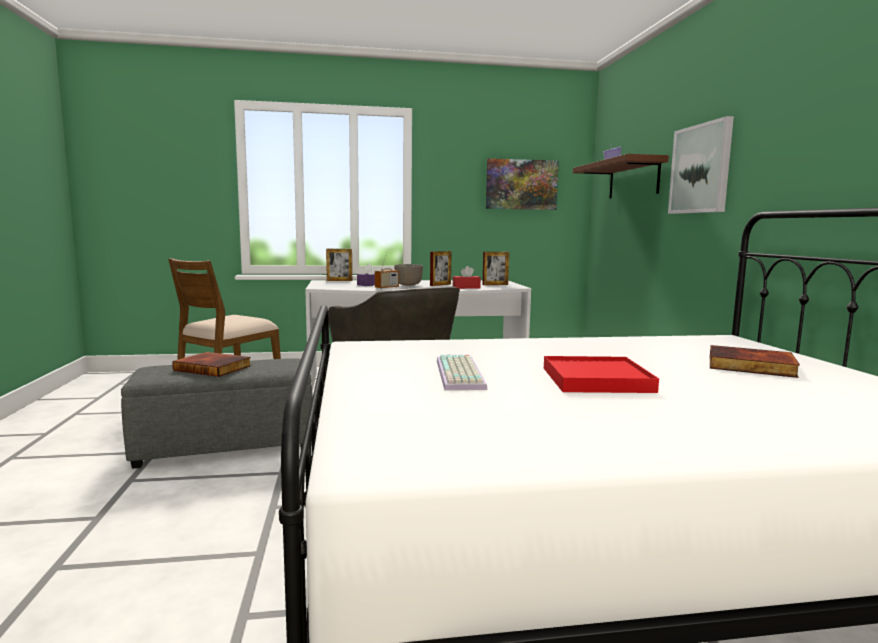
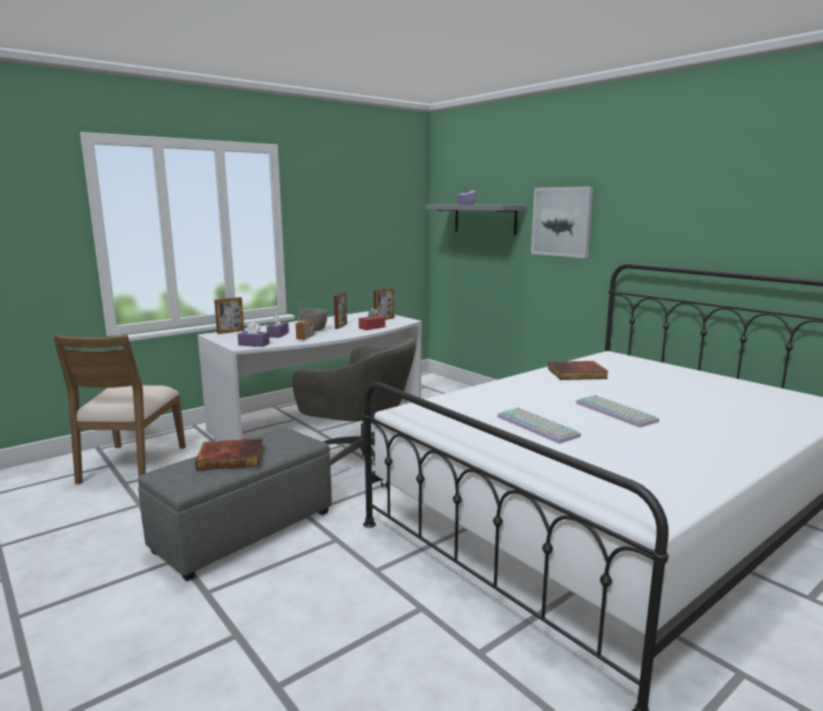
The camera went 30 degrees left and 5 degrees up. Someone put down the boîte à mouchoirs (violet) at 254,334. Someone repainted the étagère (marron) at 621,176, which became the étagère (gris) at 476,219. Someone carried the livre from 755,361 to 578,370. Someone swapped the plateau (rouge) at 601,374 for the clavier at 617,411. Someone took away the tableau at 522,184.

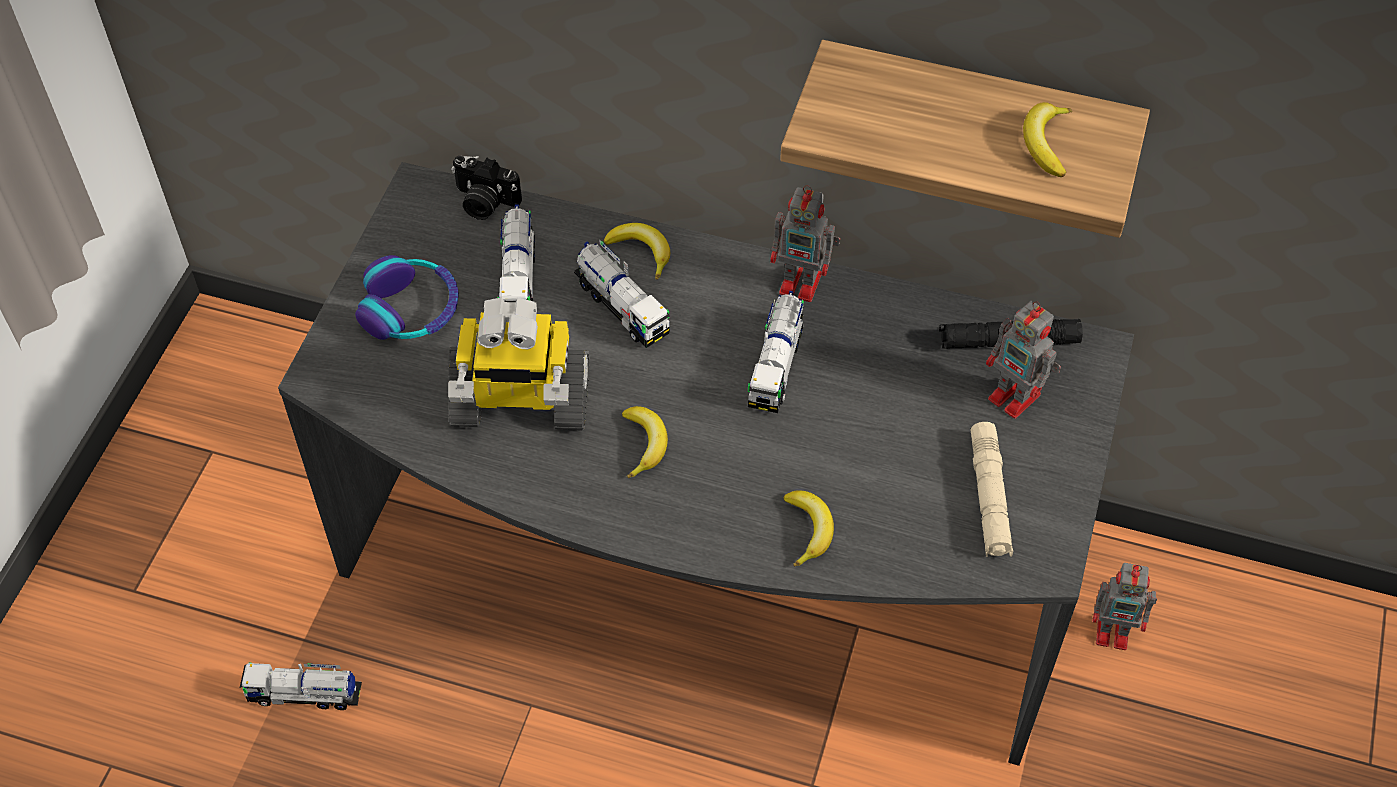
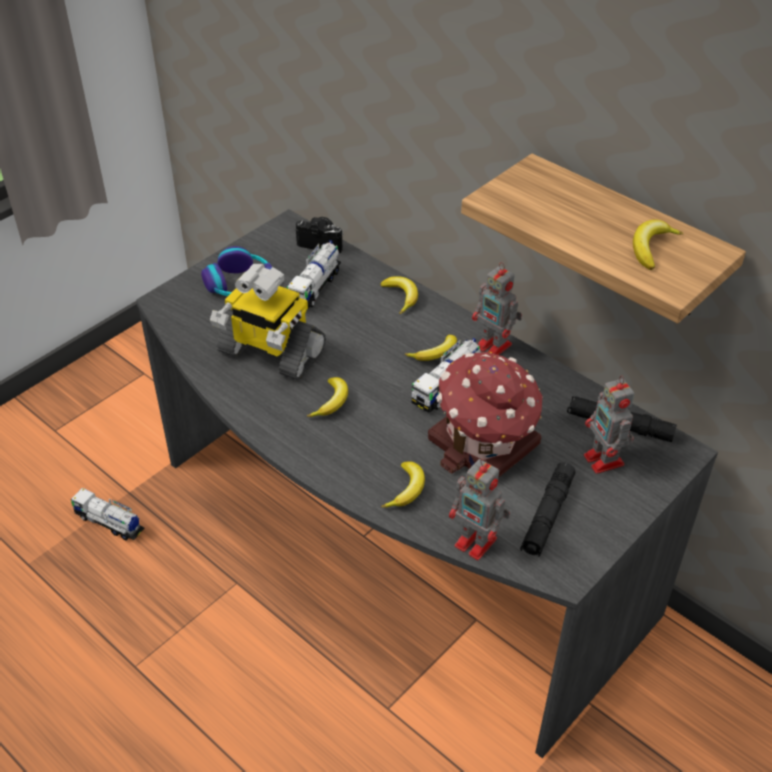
The camera went 25 degrees right and 10 degrees down. Someone rotated the appareil photo at 486,188 by 150 degrees clockwise. Someone put down the banane at 431,348. Someone put down the maison miniature at 485,414. Someone carried the robot jouet from 1124,606 to 479,509. Someone repainted the lampe de poche (beige) at 991,489, which became the lampe de poche (noir) at 548,509. Someone took away the camion jouet at 622,294.

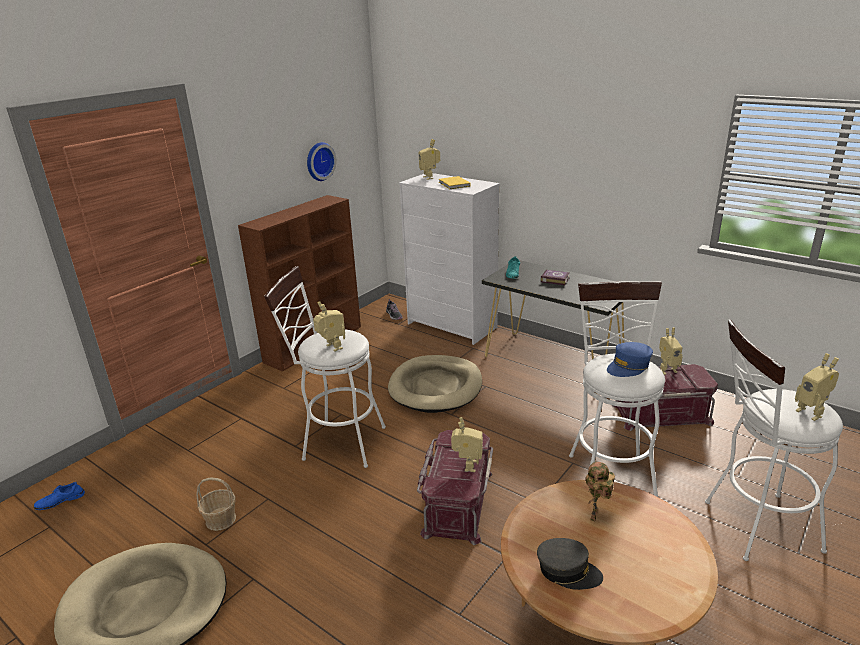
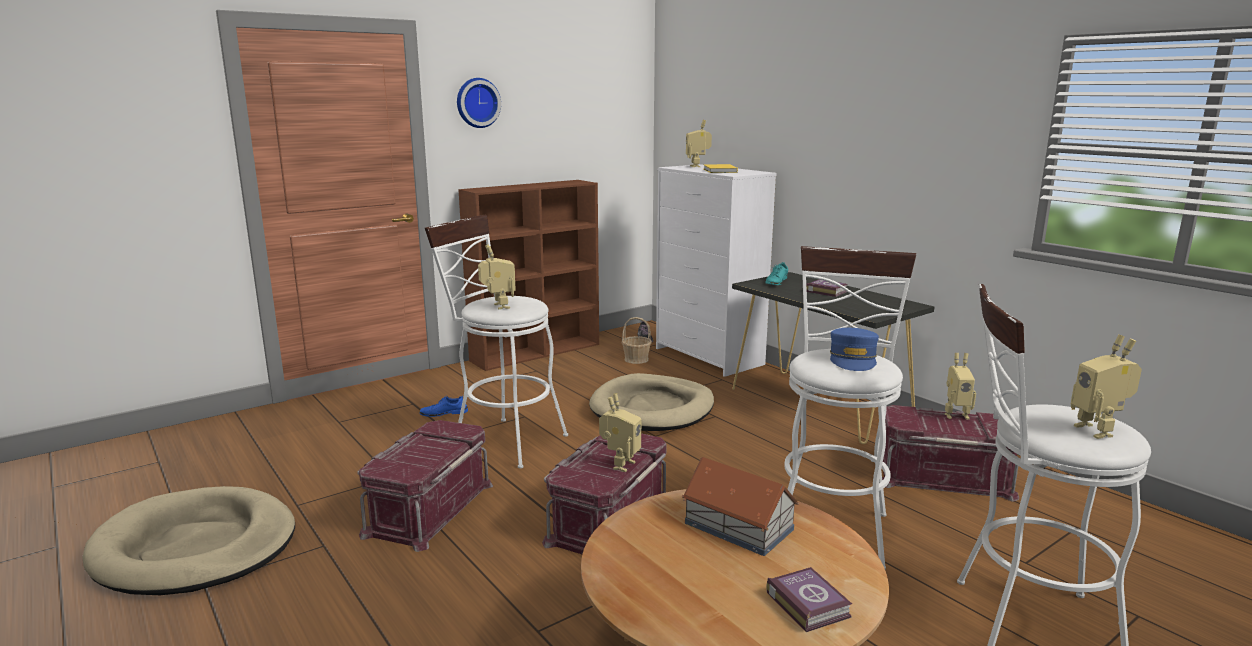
The camera went 15 degrees right and 10 degrees down. Someone put down the boîte de rangement (rouge) at 425,486. Someone carried the chaussure (bleu) from 59,496 to 444,406. Someone carried the horloge murale from 321,161 to 479,103. Someone carried the panier from 216,504 to 636,340. Someone swapped the robot jouet at 600,491 for the maison miniature at 740,506. Someone put down the livre at 809,599. Someone rotated the casquette (bleu) at 630,359 by 60 degrees counterclockwise. Someone took away the casquette (gris) at 570,564.

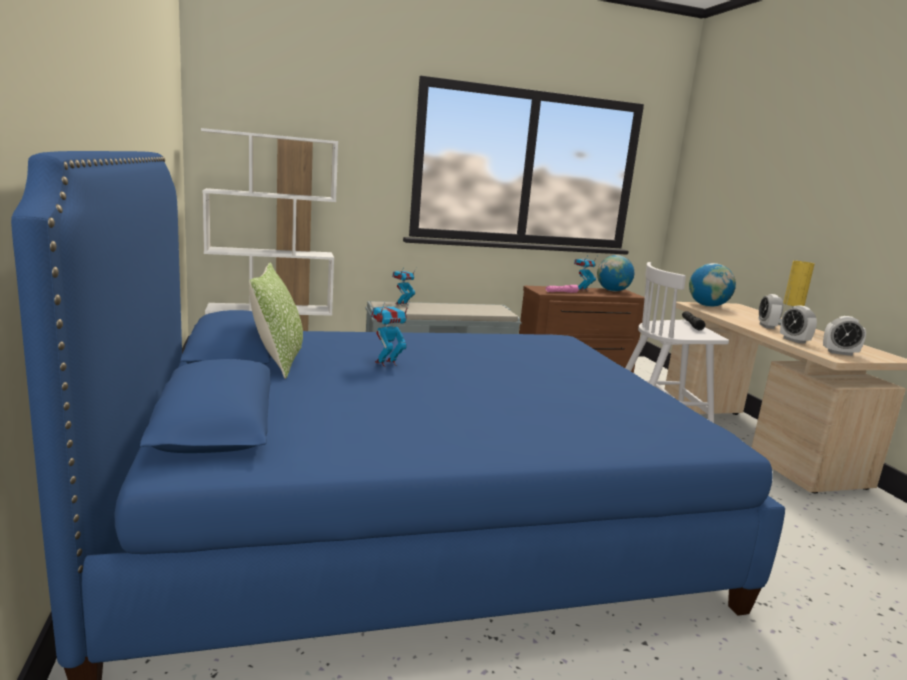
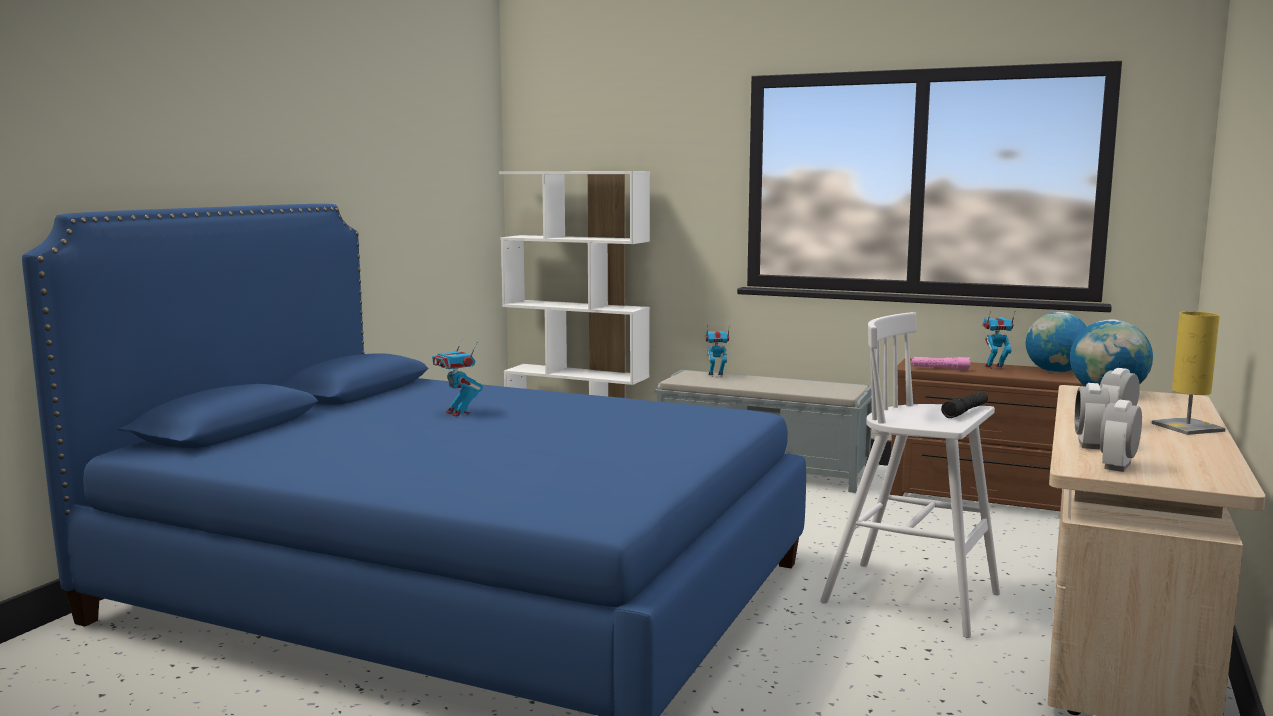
The camera went 40 degrees right and 5 degrees down. Someone rotated the robot jouet at 390,334 by 135 degrees counterclockwise. Someone rotated the réveil at 844,336 by 75 degrees clockwise. Someone took away the coussin at 276,320.

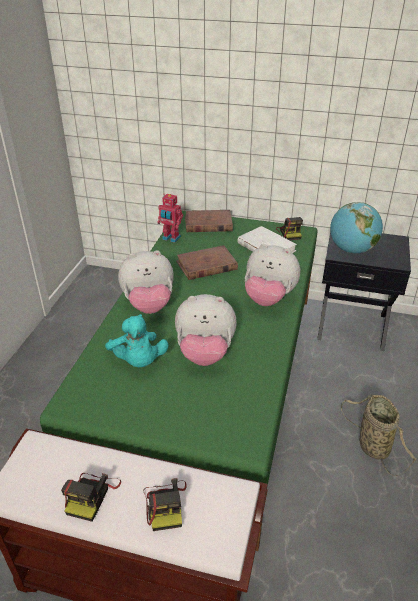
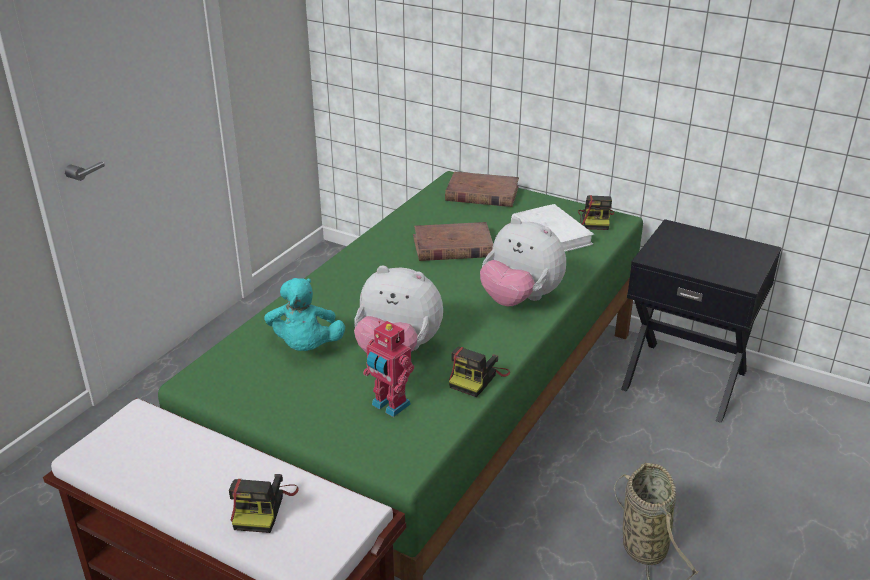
The camera went 15 degrees right and 5 degrees down. Someone carried the robot jouet from 170,218 to 388,369. Someone carried the appareil photo from 91,497 to 479,372. Someone took away the peluche at 146,282. Someone took away the globe at 356,228.

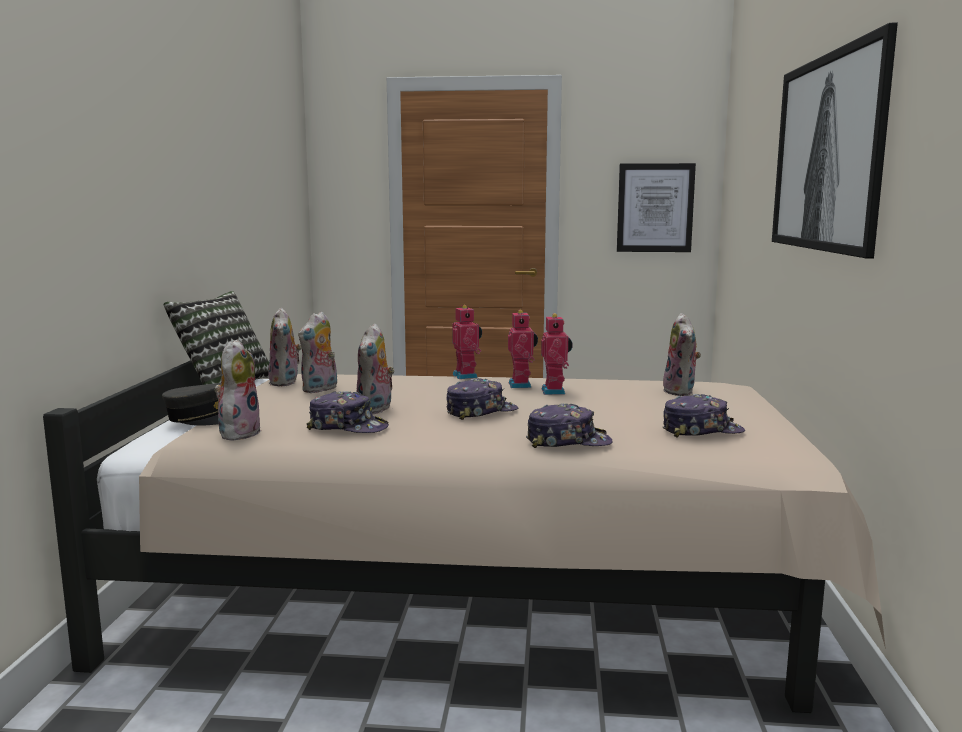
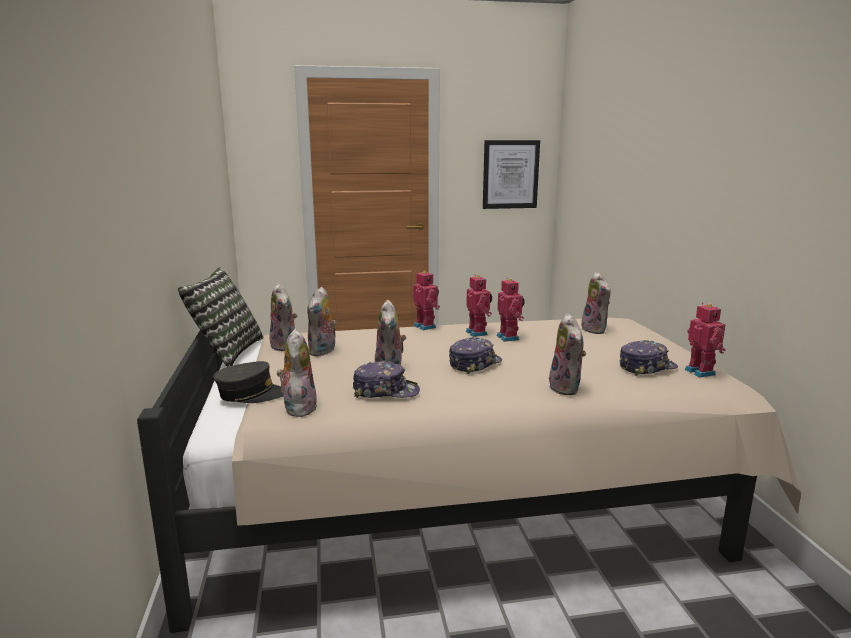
The camera went 15 degrees left and 5 degrees up. Someone swapped the casquette at 569,425 for the peluche at 567,354. Someone put down the robot jouet at 705,339. Someone took away the tableau at 835,140.

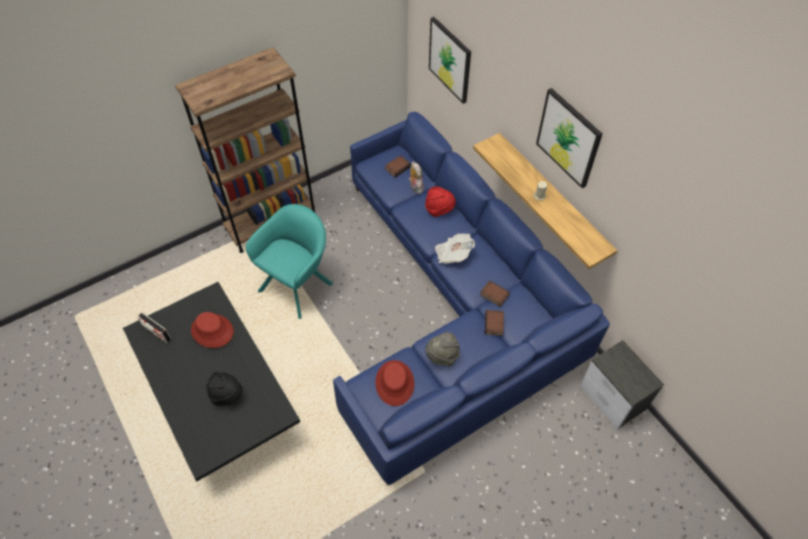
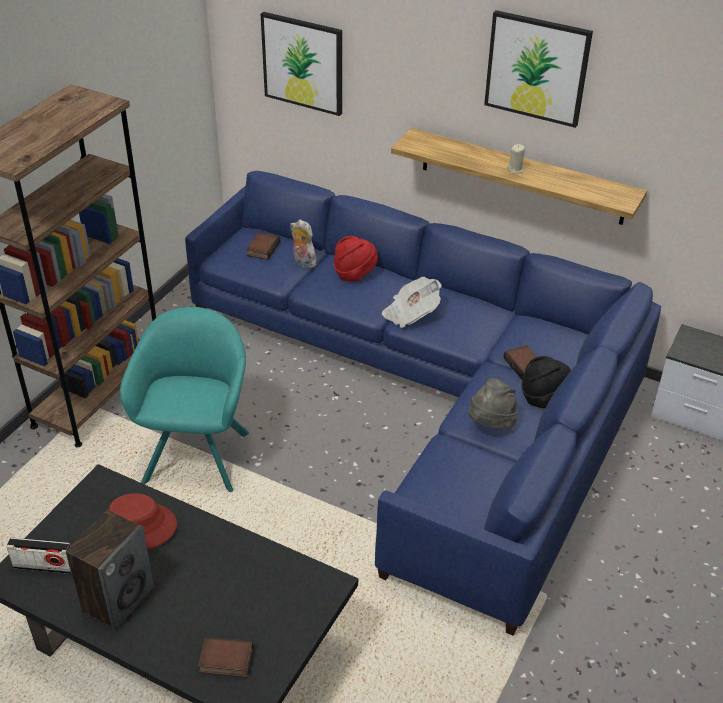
The camera went 30 degrees left and 15 degrees down. Someone put down the enceinte at 110,570. Someone carried the livre from 495,293 to 226,657. Someone carried the chapeau (noir) from 224,389 to 546,382. Someone took away the chapeau (rouge) at 394,383.

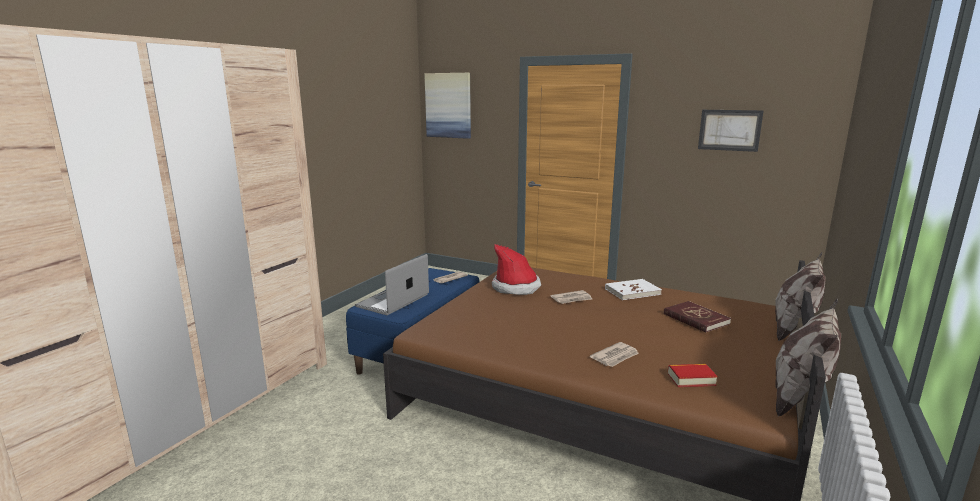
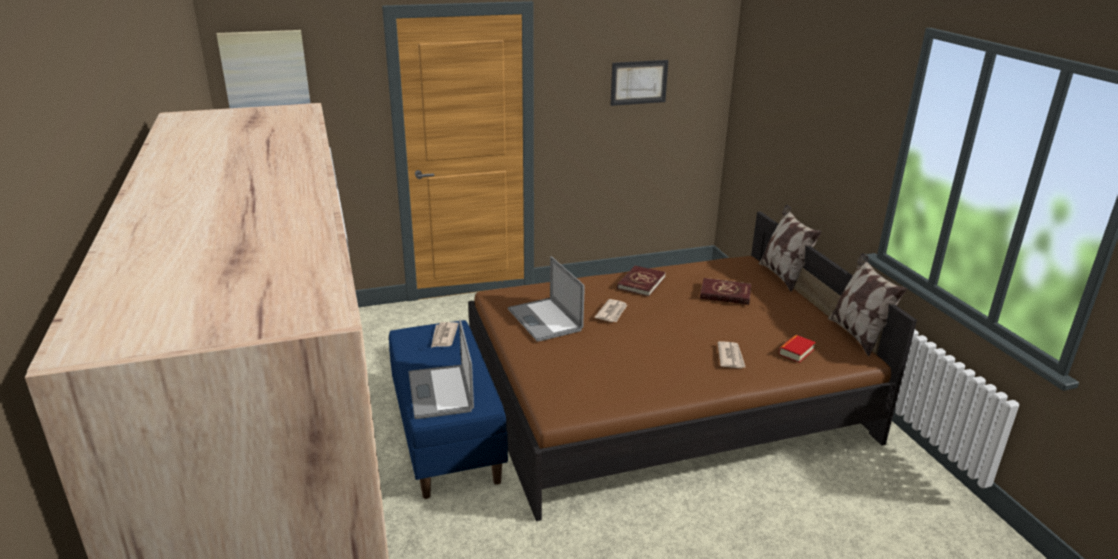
The camera went 45 degrees left and 10 degrees up. Someone swapped the chapeau at 516,269 for the ordinateur portable at 546,299. Someone repainted the livre (blanc) at 633,289, which became the livre (rouge) at 641,280.

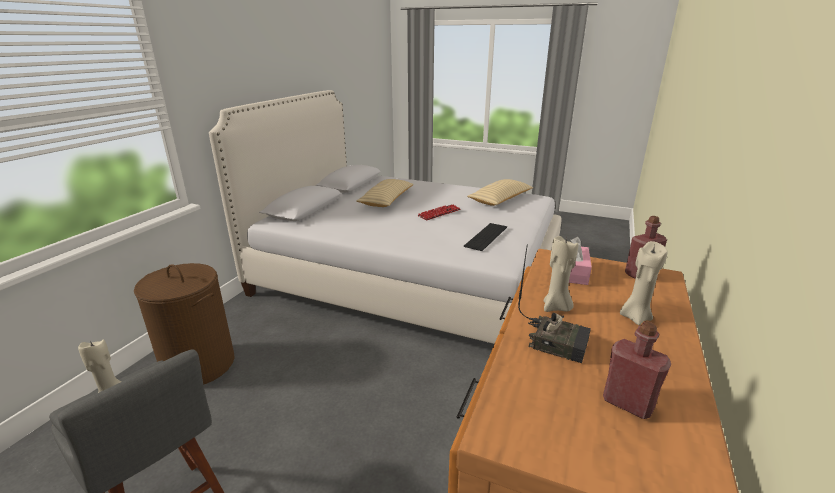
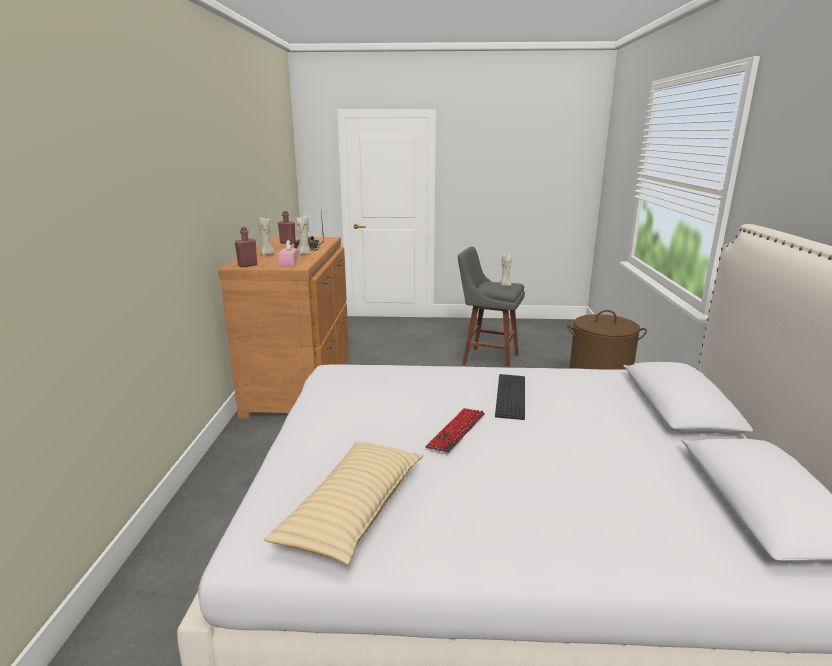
The camera went 160 degrees right and 5 degrees down. Someone carried the clavier from 485,237 to 510,397. Someone took away the coussin (beige) at 385,193.

